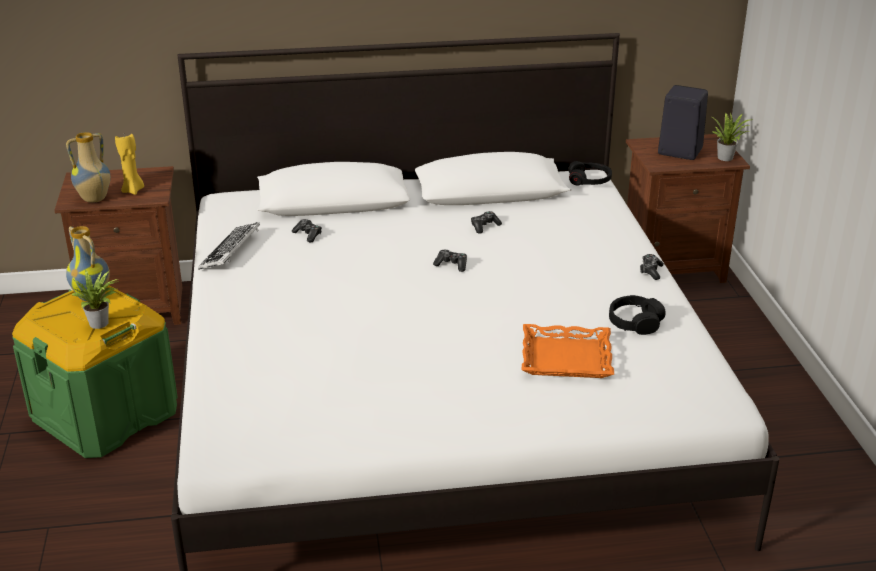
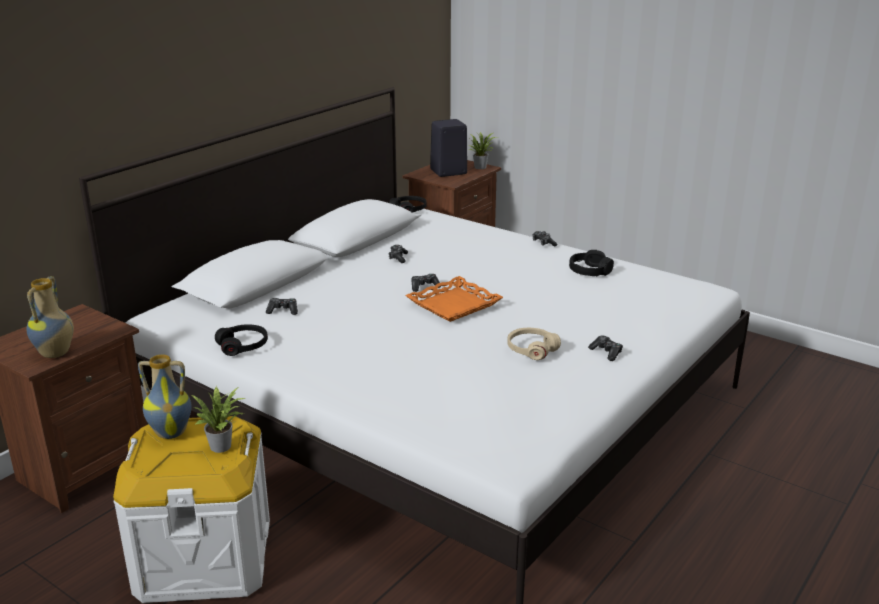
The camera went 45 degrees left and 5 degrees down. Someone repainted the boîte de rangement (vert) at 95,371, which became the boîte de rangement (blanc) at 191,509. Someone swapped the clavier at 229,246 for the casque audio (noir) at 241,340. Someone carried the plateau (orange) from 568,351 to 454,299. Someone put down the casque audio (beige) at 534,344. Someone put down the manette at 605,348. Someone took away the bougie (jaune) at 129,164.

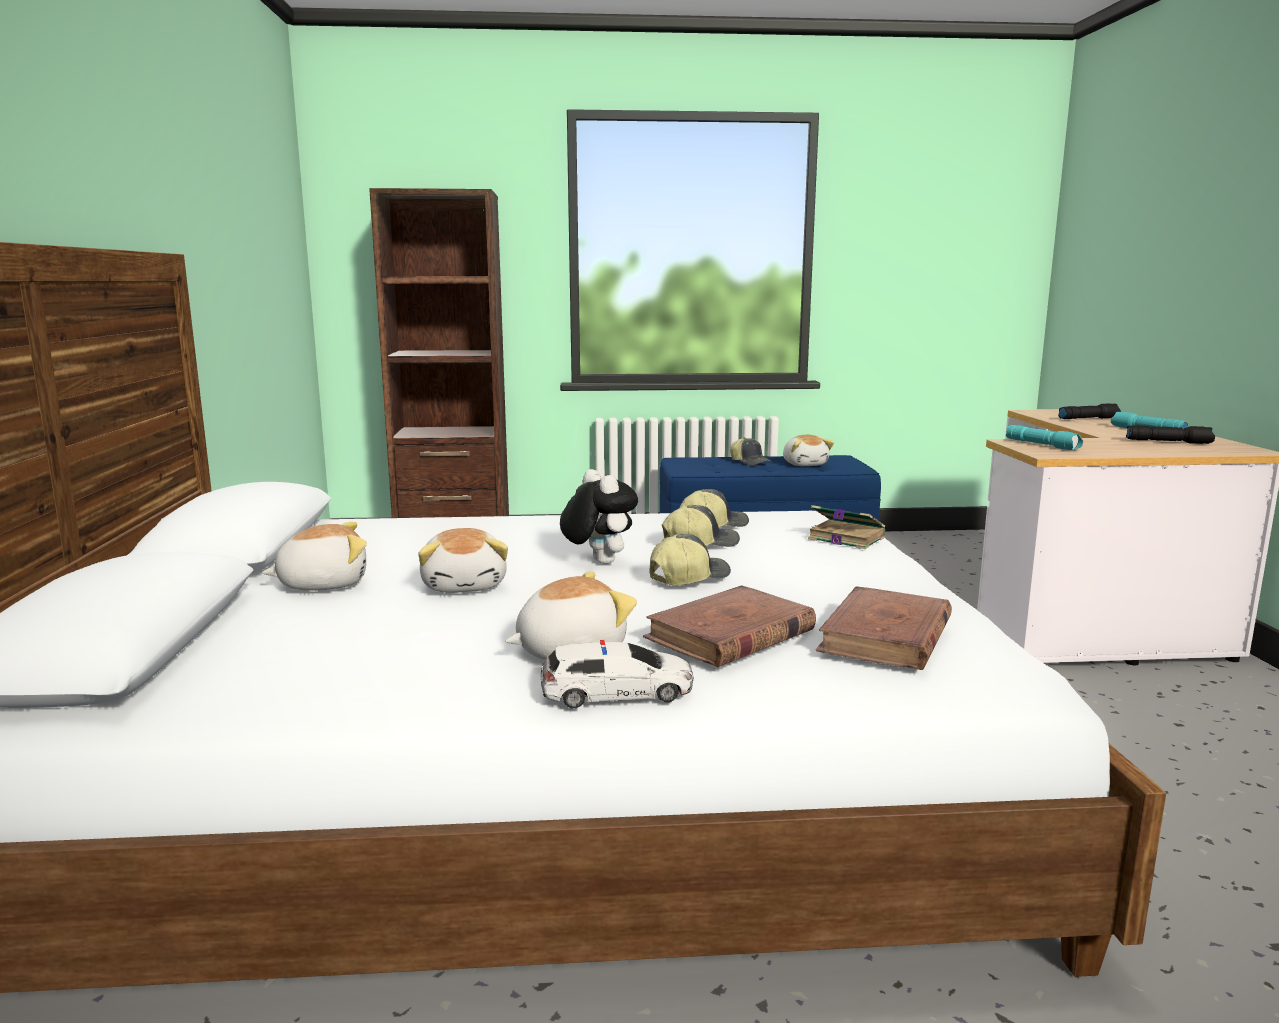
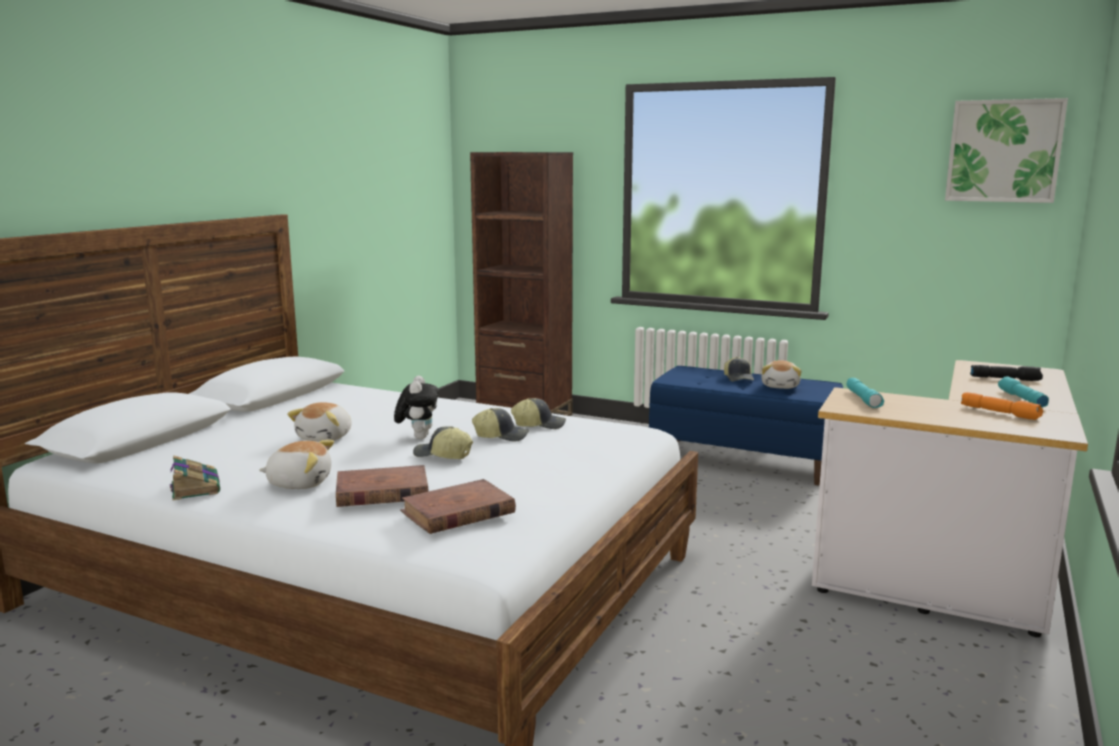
The camera went 30 degrees right and 0 degrees up. Someone carried the livre from 846,527 to 195,478. Someone rotated the casquette at 690,559 by 150 degrees counterclockwise. Someone put up the tableau at 1006,150. Someone repainted the lampe de poche (noir) at 1170,434, which became the lampe de poche (orange) at 1002,406. Someone took away the peluche at 314,556. Someone took away the petite voiture at 617,674.

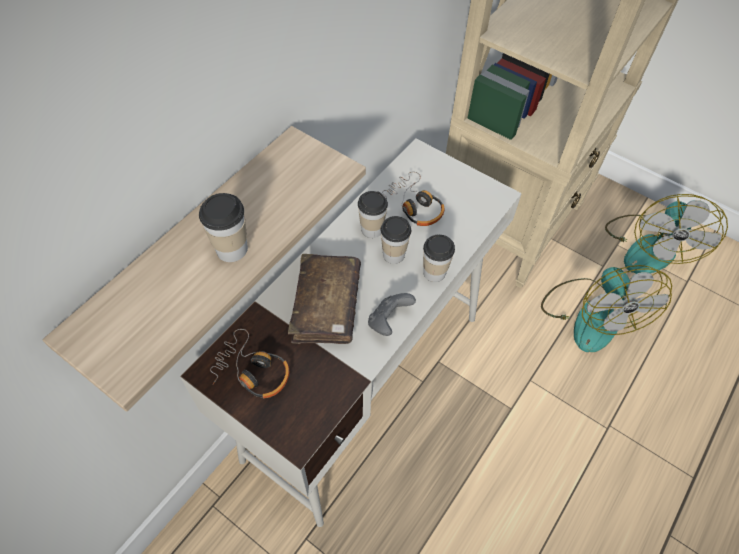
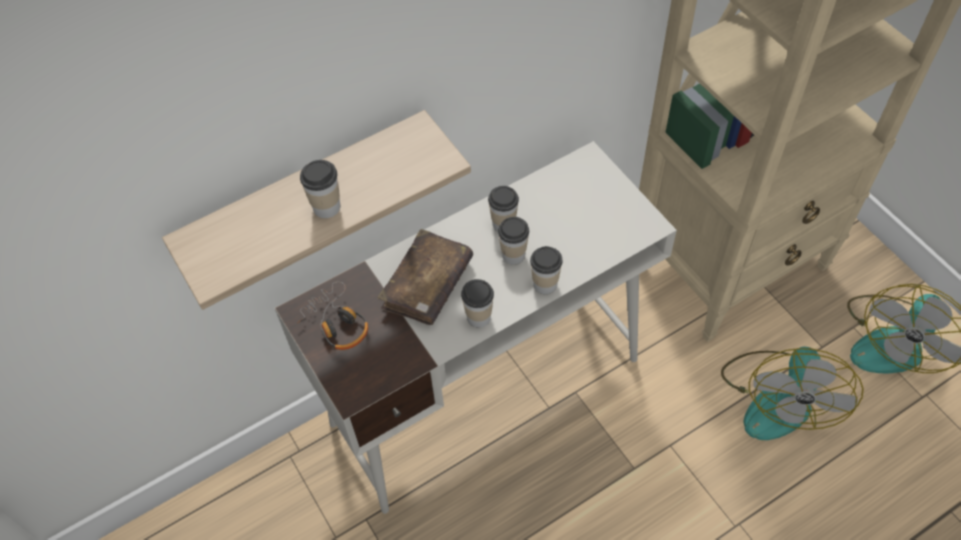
The camera went 25 degrees right and 0 degrees up. Someone swapped the manette (gris) at 392,314 for the tasse at 477,303. Someone took away the casque audio at 413,199.

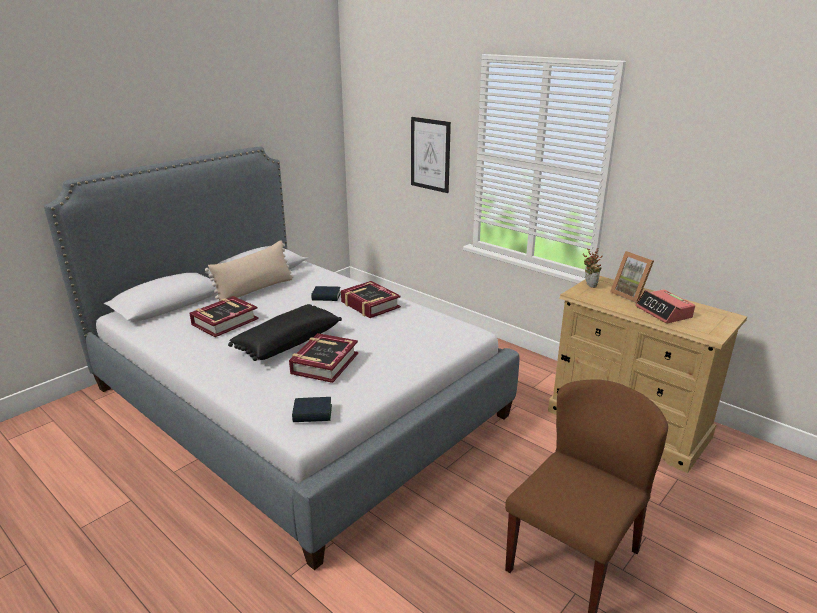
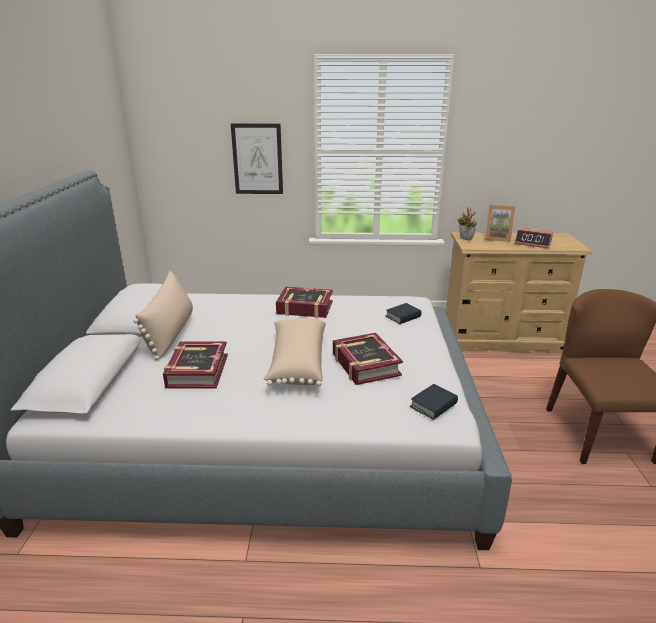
The camera went 40 degrees left and 0 degrees up. Someone repainted the coussin (noir) at 285,332, which became the coussin (beige) at 295,352. Someone carried the livre from 326,293 to 403,313.

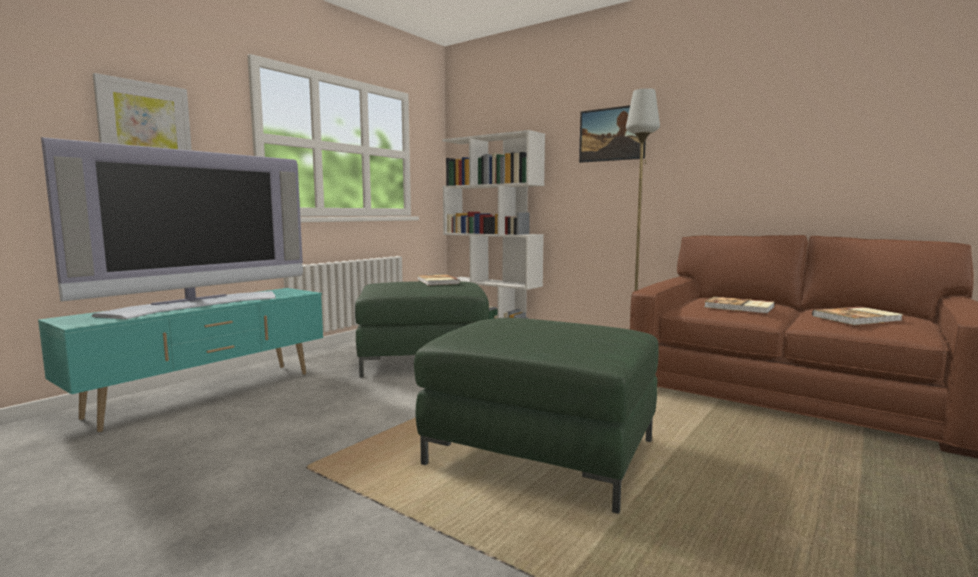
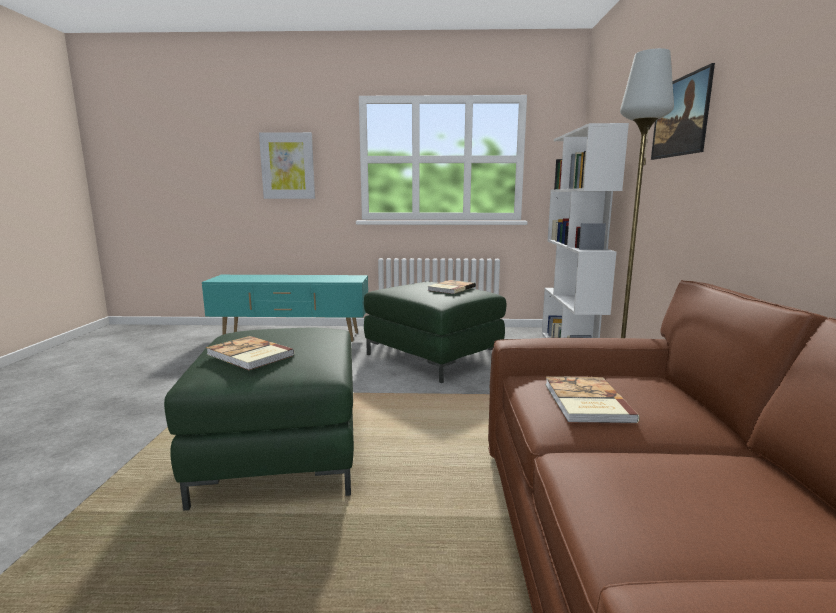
The camera went 55 degrees right and 5 degrees up. Someone carried the livre from 857,316 to 250,353. Someone took away the téléviseur at 172,228.

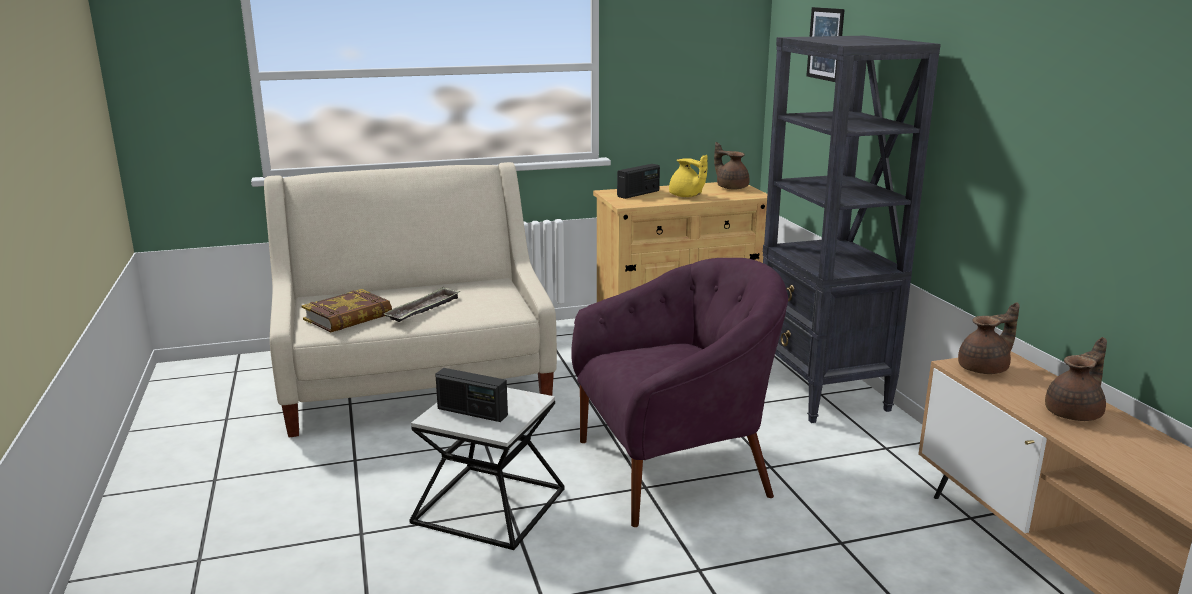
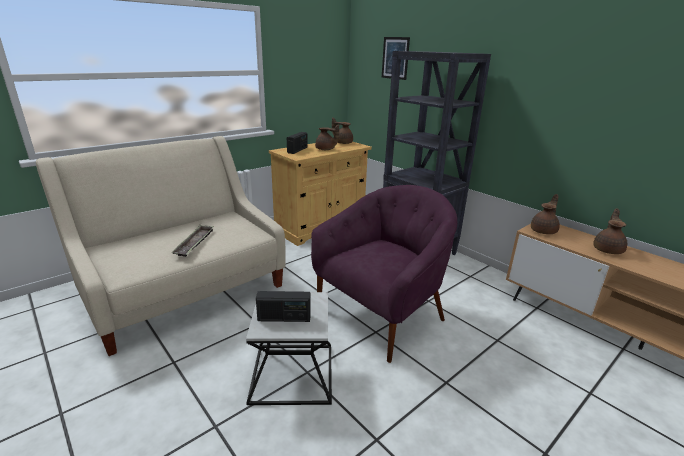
The camera went 25 degrees left and 5 degrees up. Someone repainted the théière (jaune) at 688,176, which became the théière (marron) at 327,137. Someone took away the livre at 347,310.

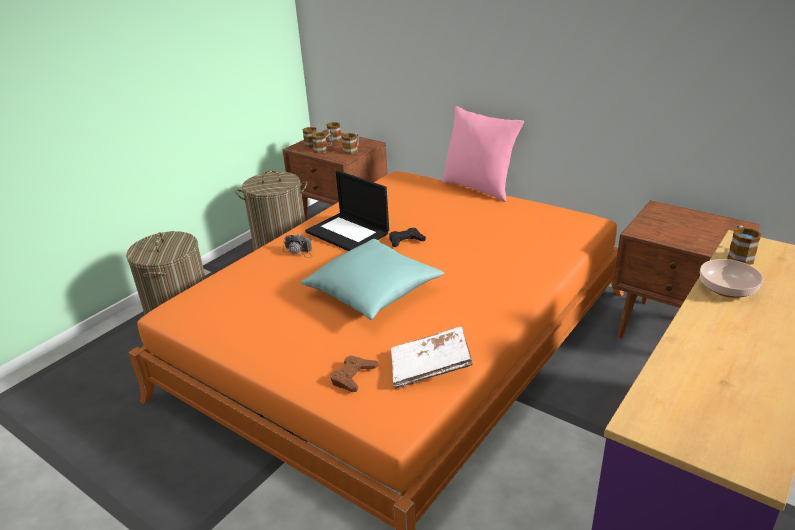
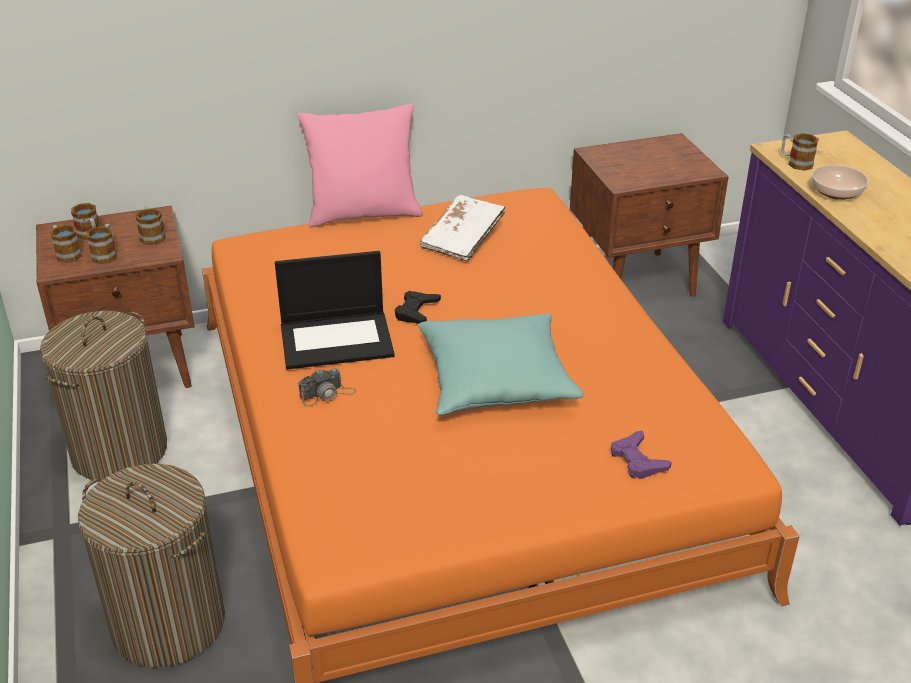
The camera went 55 degrees left and 5 degrees up. Someone carried the livre (blanc) from 432,358 to 462,228. Someone repainted the manette (marron) at 354,373, which became the manette (violet) at 641,454.

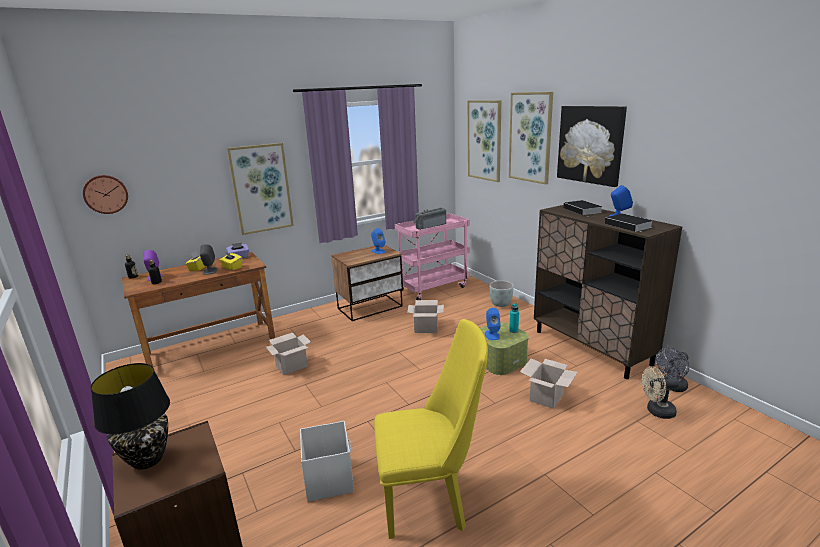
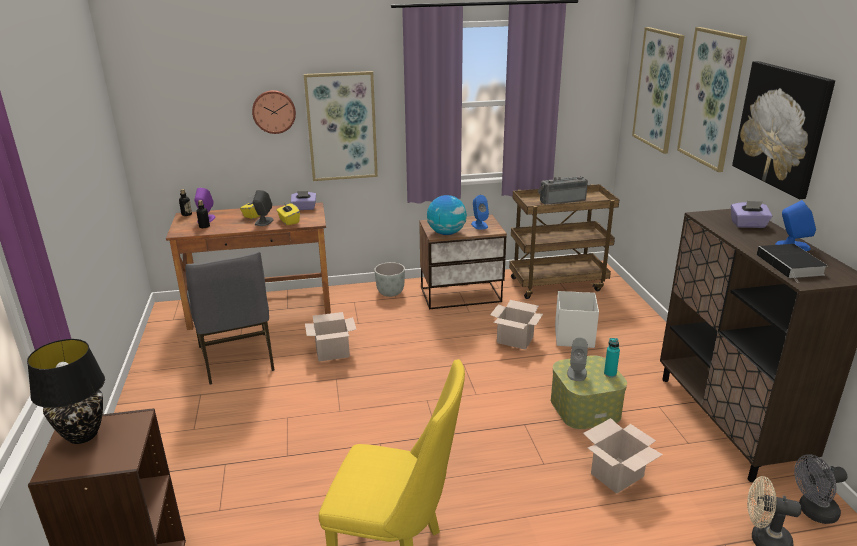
The camera went 20 degrees right and 5 degrees up. Someone put down the chaise (gris) at 230,318. Someone carried the horloge murale from 105,194 to 274,112. Someone carried the cache-pot (gris) from 501,294 to 389,279. Someone put down the globe at 447,215. Someone repainted the chariot (rose) at 432,256, which became the chariot (marron) at 564,241. Someone carried the boîte de rangement (blanc) from 327,461 to 577,319. Someone repainted the enceinte (bleu) at 493,324, which became the enceinte (gris) at 577,359. Someone swapped the livre at 583,208 for the boîte à mouchoirs (violet) at 751,214.

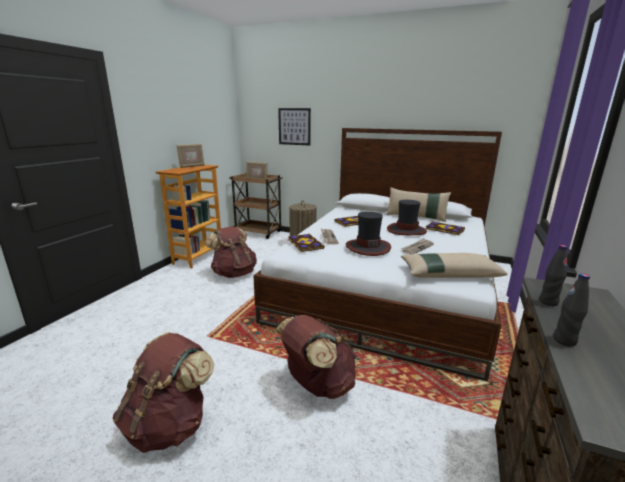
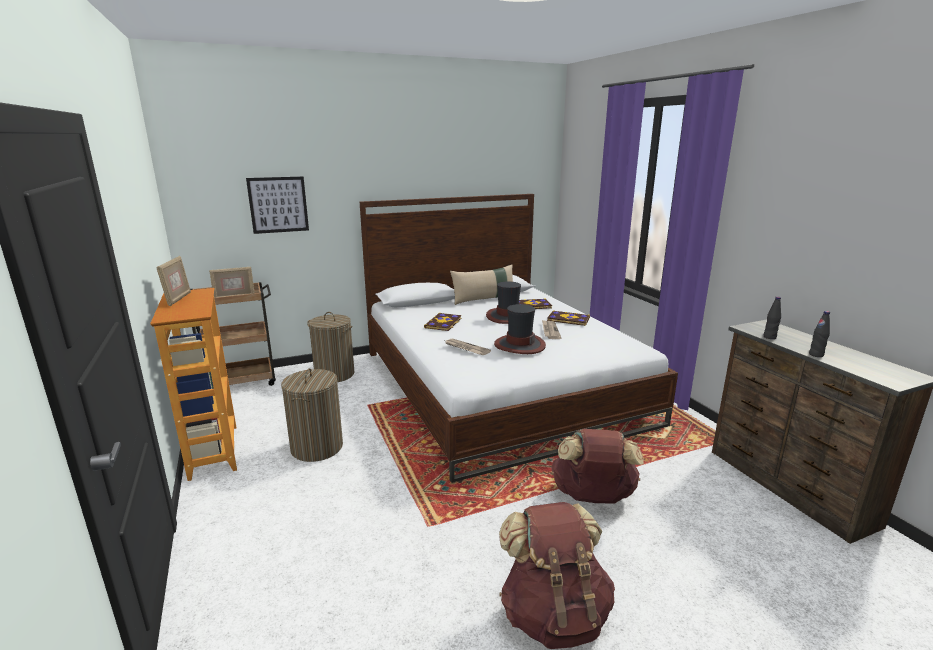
The camera went 45 degrees left and 0 degrees up. Someone swapped the sac à dos (marron) at 231,252 for the panier à linge at 312,415. Someone carried the livre from 306,243 to 568,318. Someone took away the coussin (beige) at 454,265.

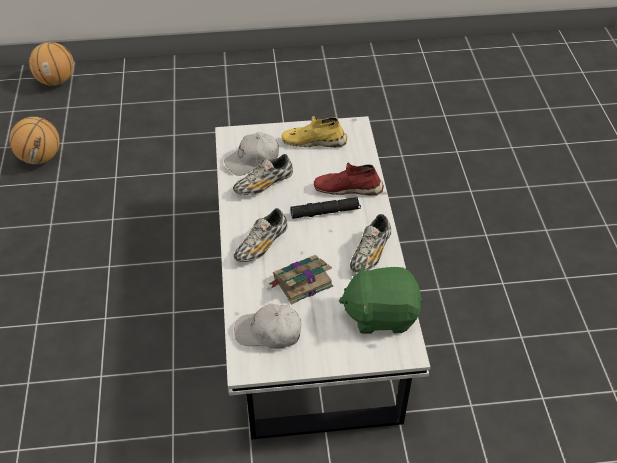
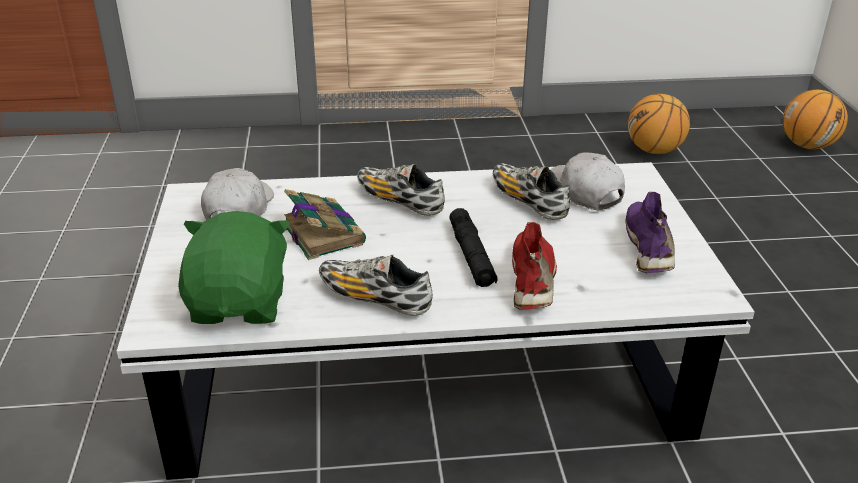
The camera went 90 degrees right and 15 degrees down. Someone repainted the chaussure (jaune) at 315,131, which became the chaussure (violet) at 650,232.

